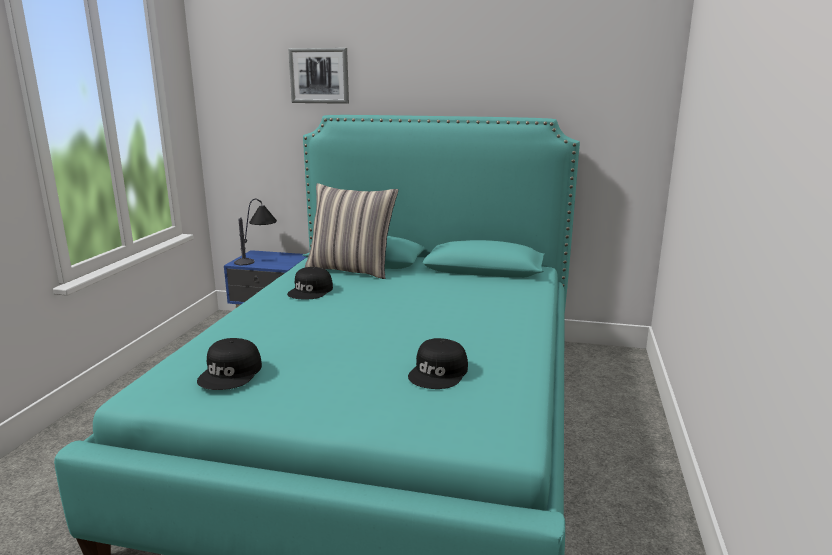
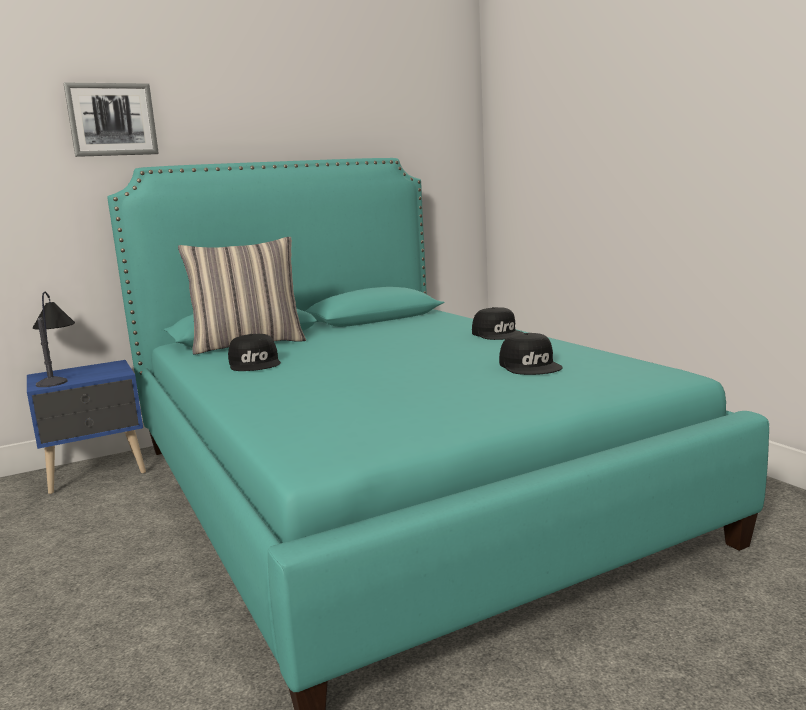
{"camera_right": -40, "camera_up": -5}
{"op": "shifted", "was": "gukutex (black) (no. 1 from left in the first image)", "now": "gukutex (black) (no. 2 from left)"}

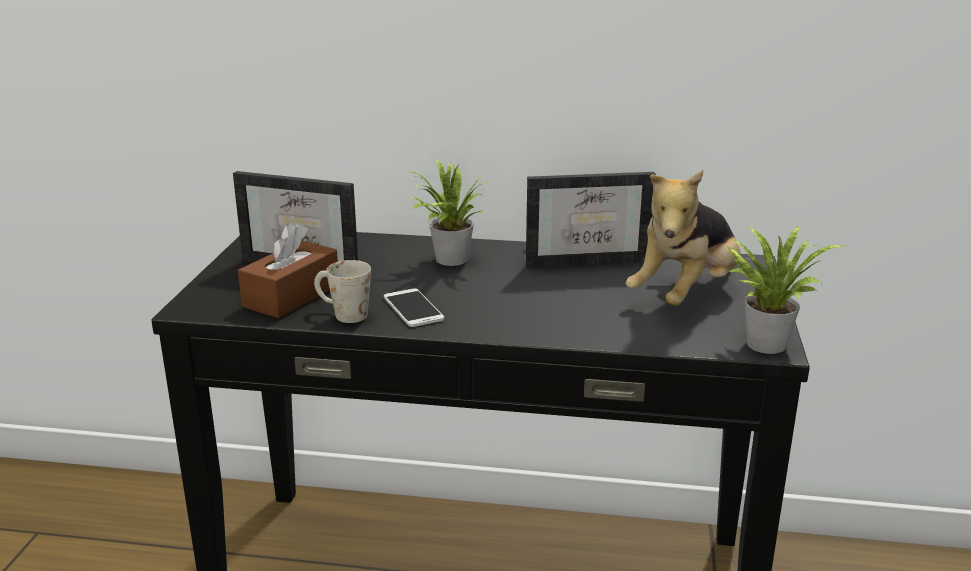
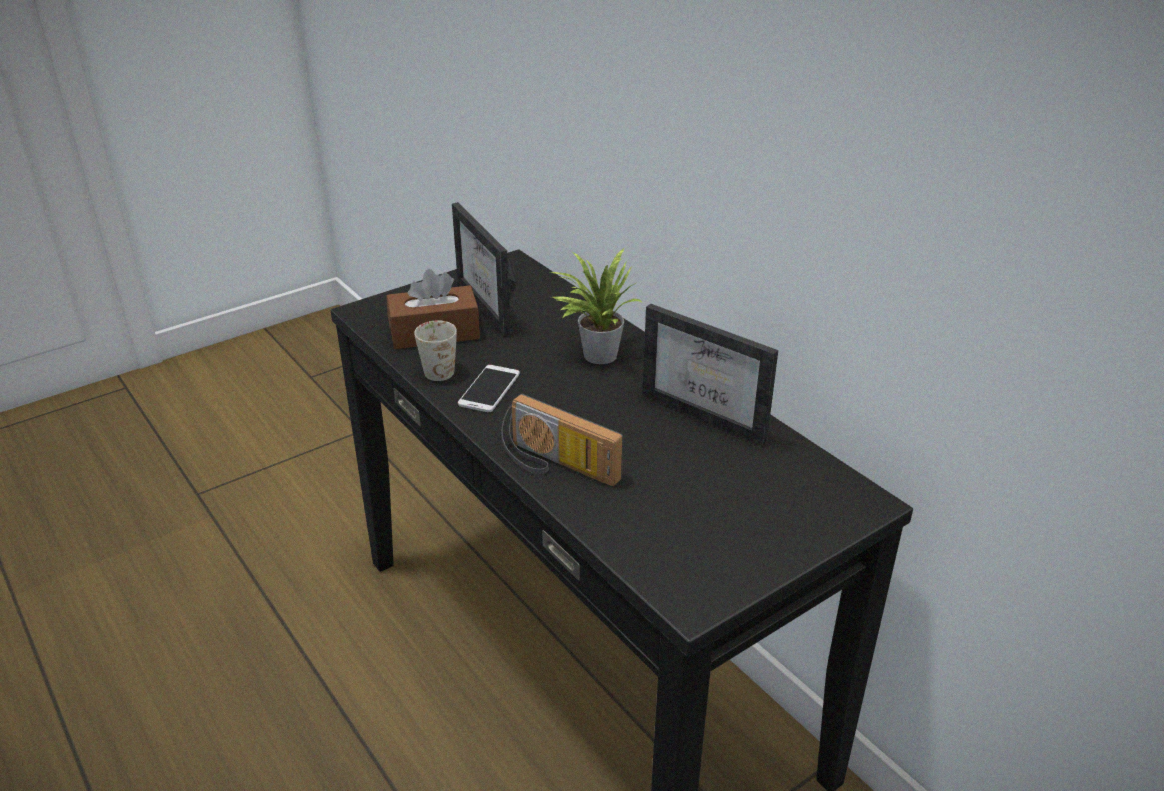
{"camera_right": 45, "camera_up": 10}
{"op": "gone", "was": "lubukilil"}
{"op": "gone", "was": "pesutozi (no. 2 from left)"}
{"op": "new", "now": "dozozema"}

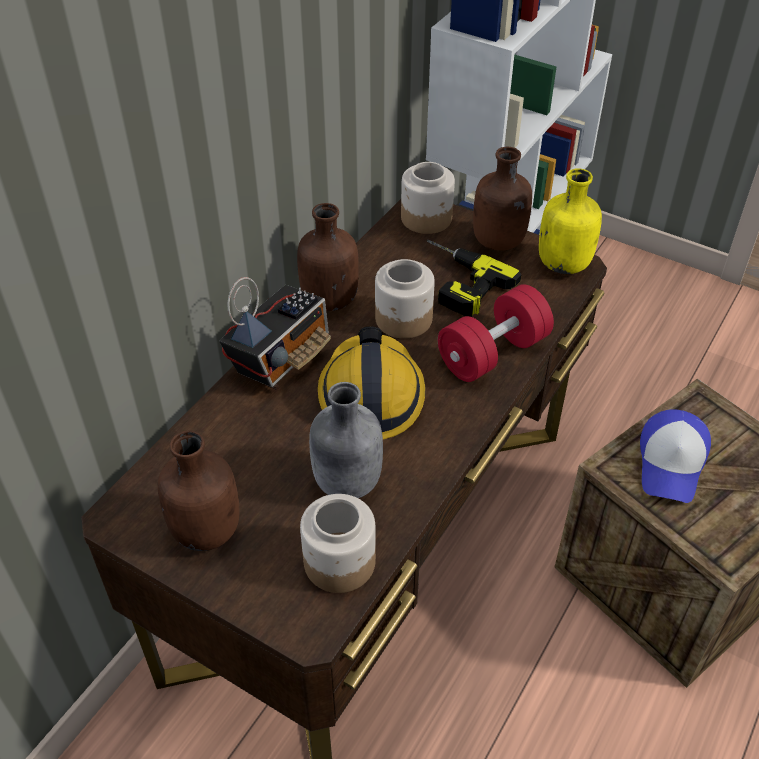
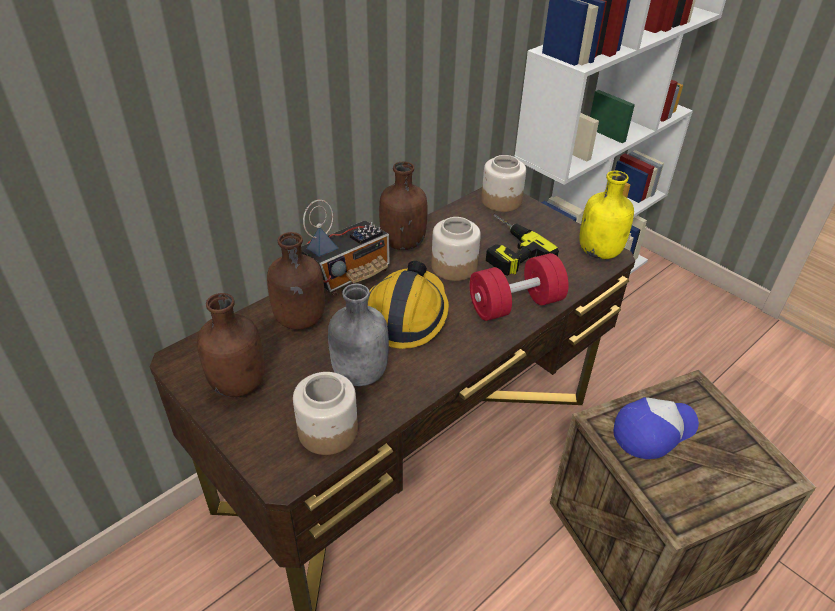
{"camera_right": 15, "camera_up": -5}
{"op": "shifted", "was": "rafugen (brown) (no. 3 from left in the first image)", "now": "rafugen (brown) (no. 2 from left)"}
{"op": "rotated", "was": "gukutex", "clockwise": -150}

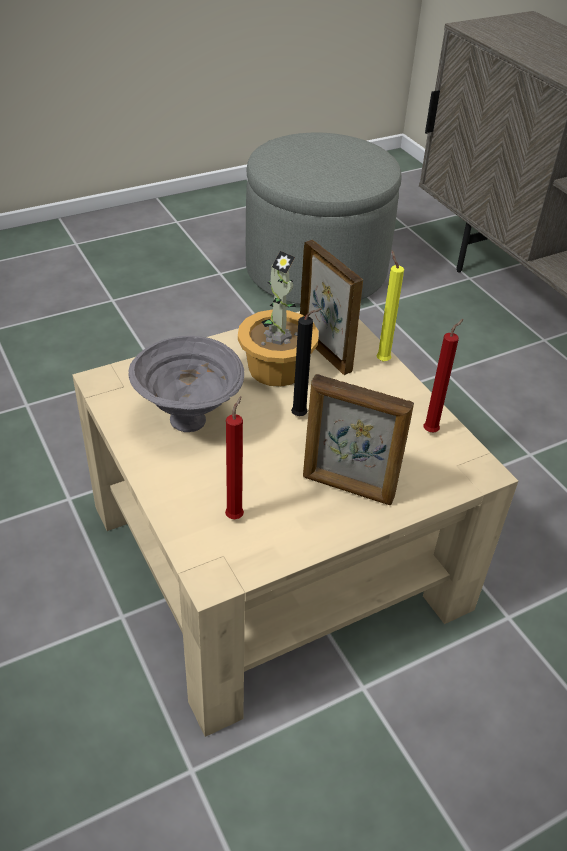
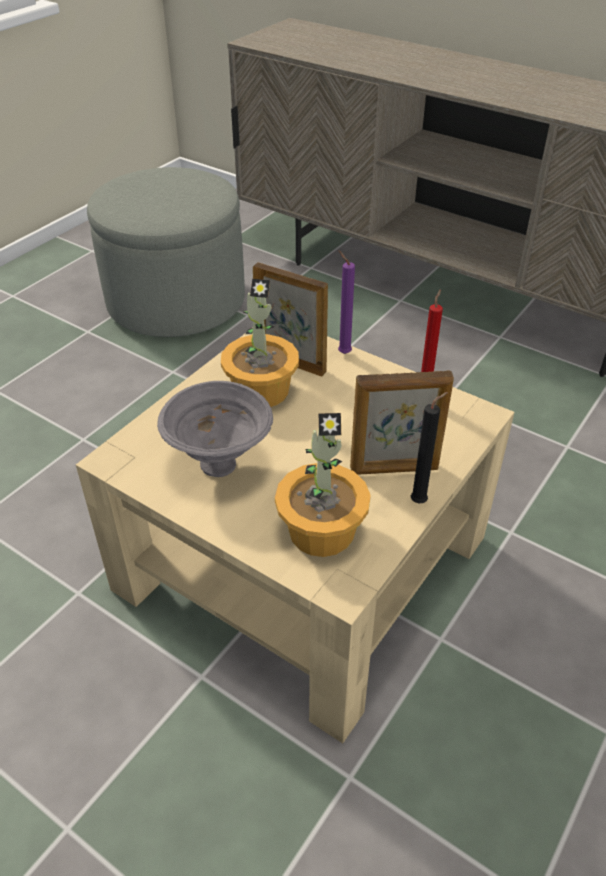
{"camera_right": -25, "camera_up": 0}
{"op": "swapped", "was": "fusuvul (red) (no. 1 from left)", "now": "pesutozi (no. 2 from left)"}
{"op": "shifted", "was": "fusuvul (black)"}
{"op": "repainted", "was": "fusuvul (yellow)", "now": "fusuvul (purple)"}

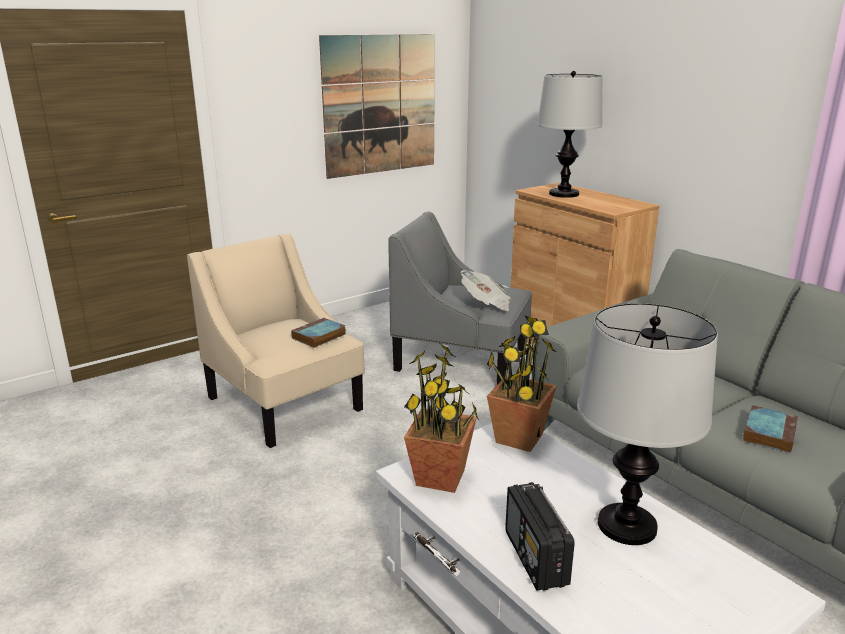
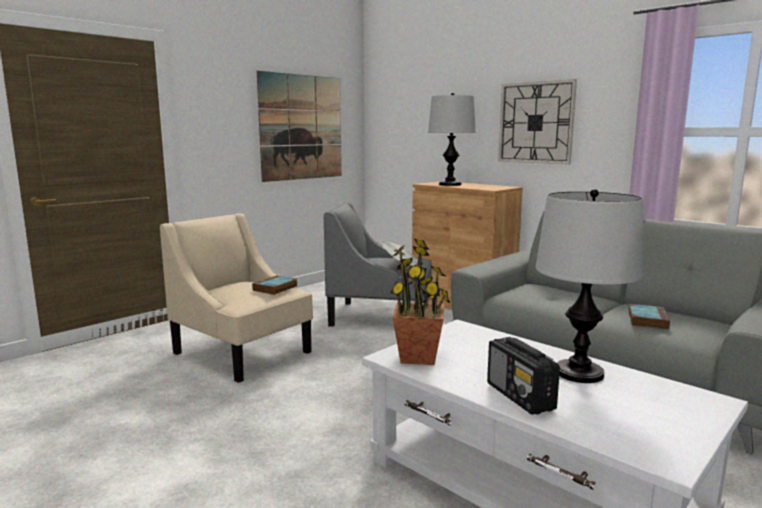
{"camera_right": -10, "camera_up": -10}
{"op": "gone", "was": "pesutozi (no. 2 from left)"}
{"op": "new", "now": "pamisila"}

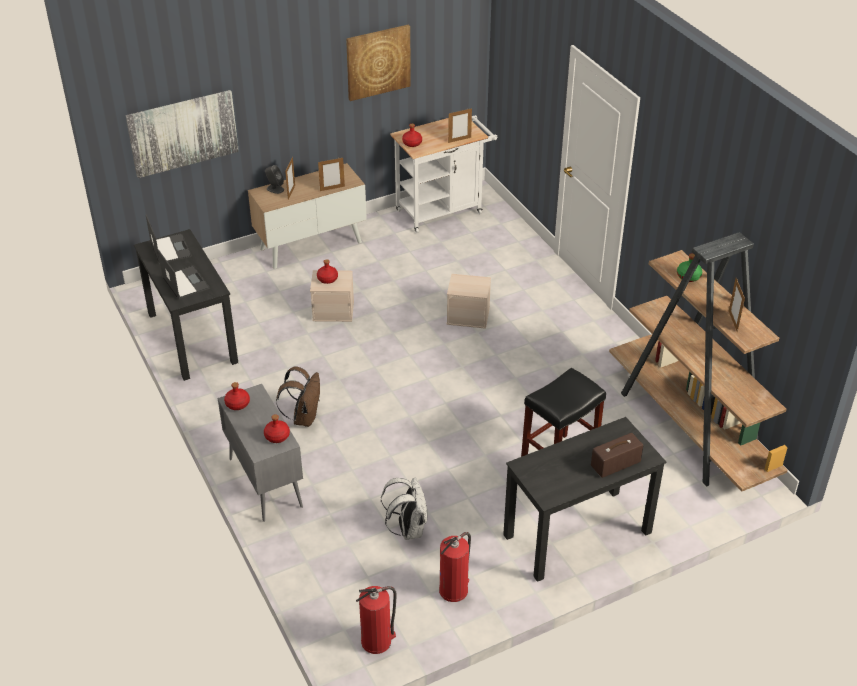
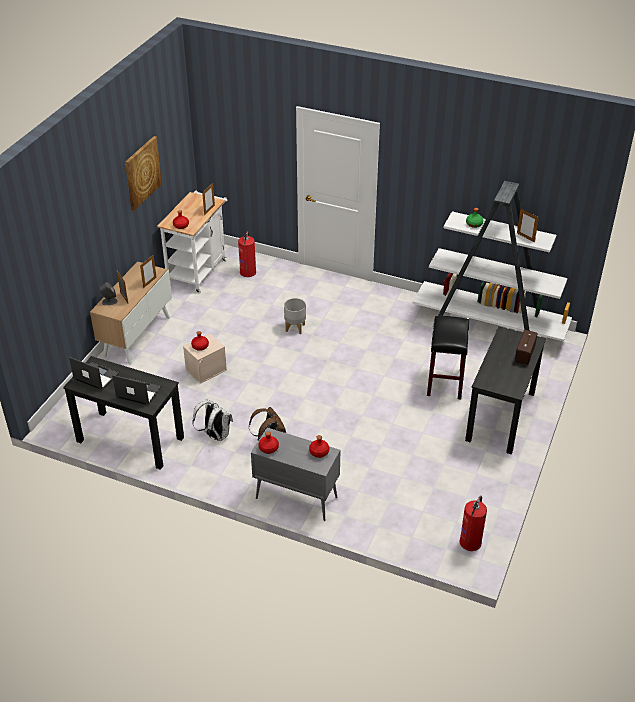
{"camera_right": -40, "camera_up": 0}
{"op": "gone", "was": "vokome (no. 1 from left)"}
{"op": "shifted", "was": "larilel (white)"}
{"op": "shifted", "was": "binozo (no. 2 from left in the first image)", "now": "binozo (no. 1 from left)"}
{"op": "swapped", "was": "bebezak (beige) (no. 2 from left)", "now": "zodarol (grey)"}
{"op": "repainted", "was": "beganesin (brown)", "now": "beganesin (white)"}

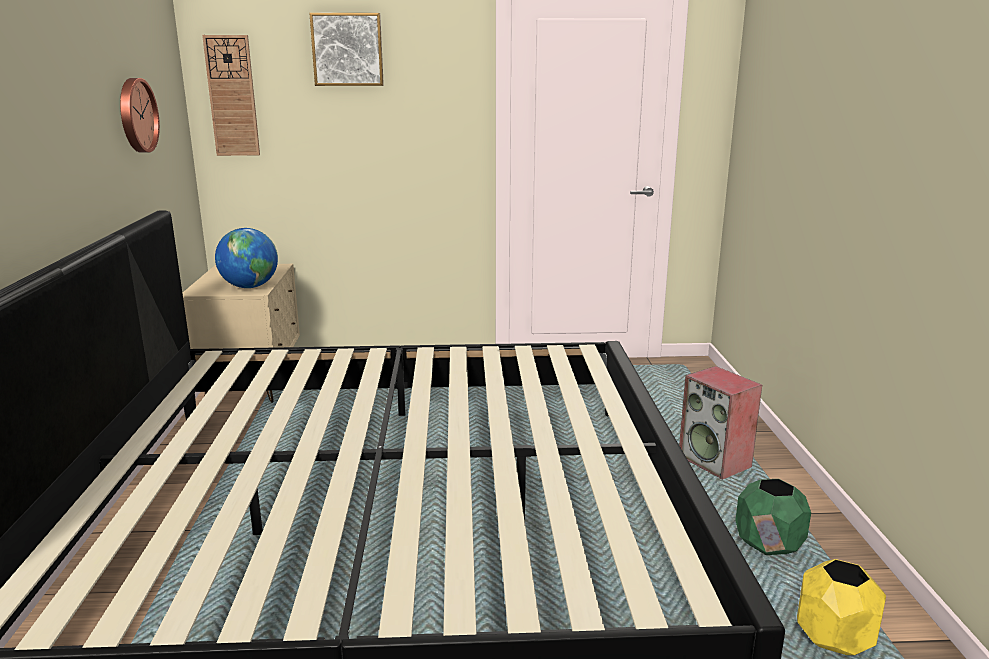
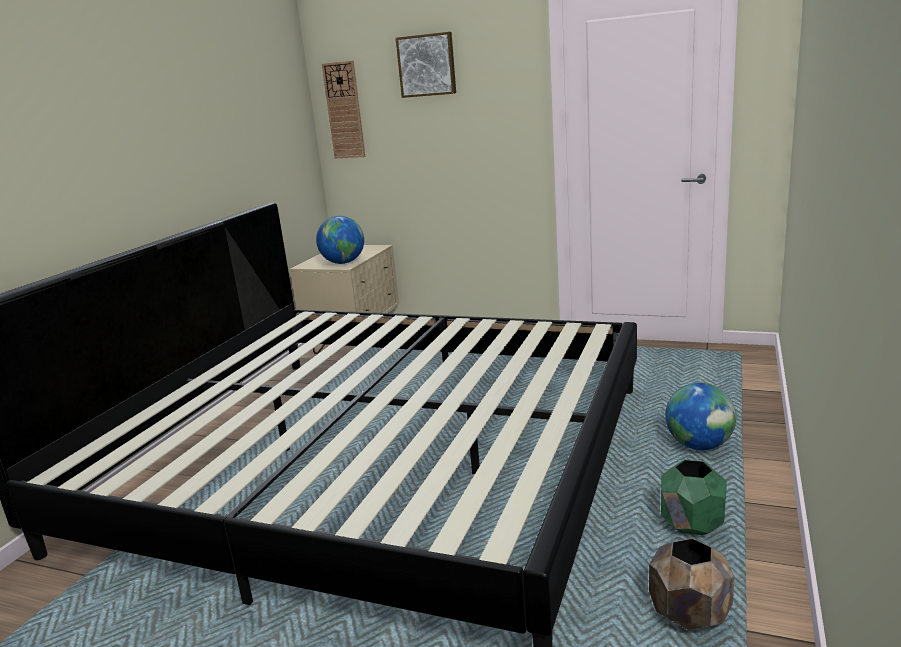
{"camera_right": 25, "camera_up": 0}
{"op": "gone", "was": "pamisila (no. 1 from left)"}
{"op": "swapped", "was": "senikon", "now": "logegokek (no. 2 from left)"}
{"op": "repainted", "was": "zodarol (yellow)", "now": "zodarol (brown)"}

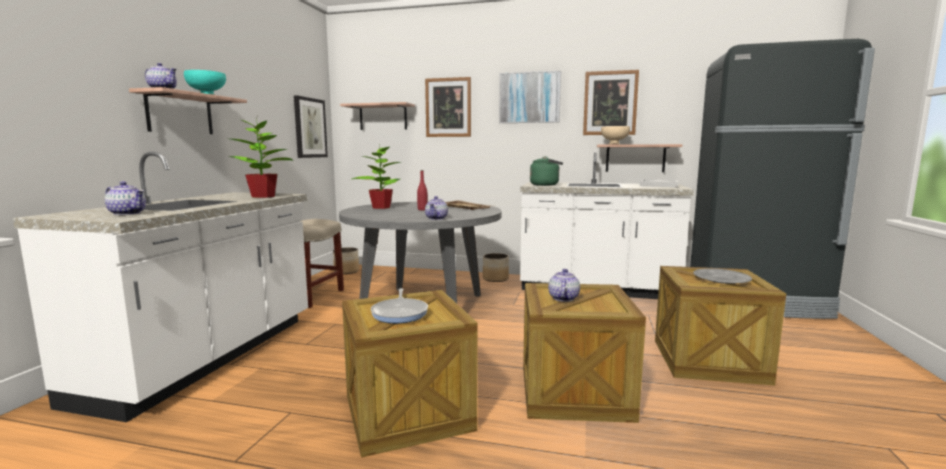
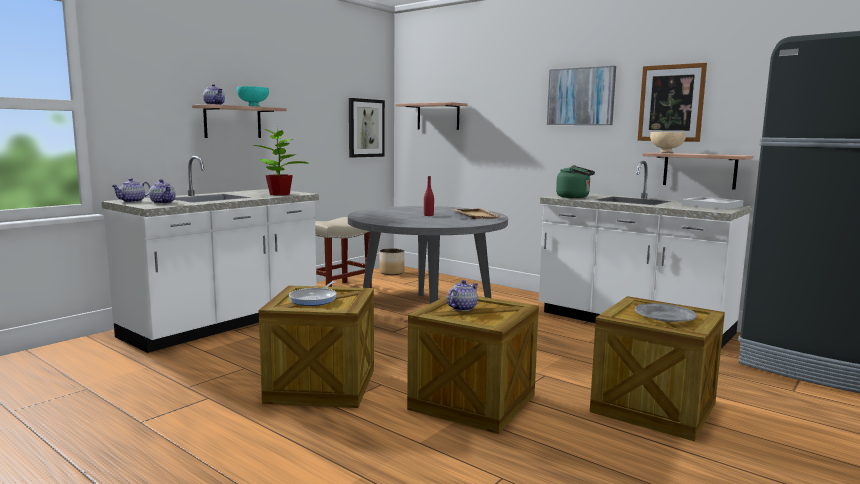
{"camera_right": 25, "camera_up": 0}
{"op": "gone", "was": "pesutozi (no. 2 from left)"}
{"op": "gone", "was": "vokome (no. 2 from left)"}
{"op": "shifted", "was": "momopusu (no. 3 from left in the first image)", "now": "momopusu (no. 1 from left)"}
{"op": "gone", "was": "zodarol (no. 2 from left)"}

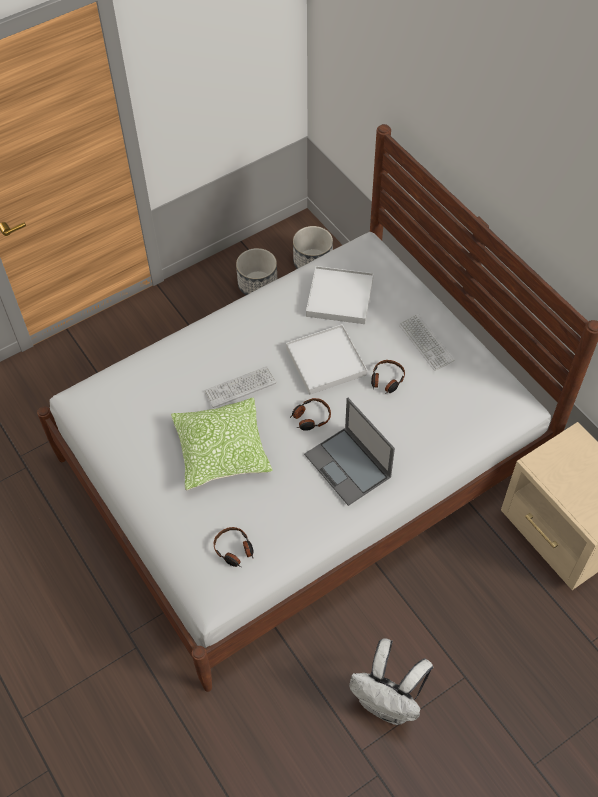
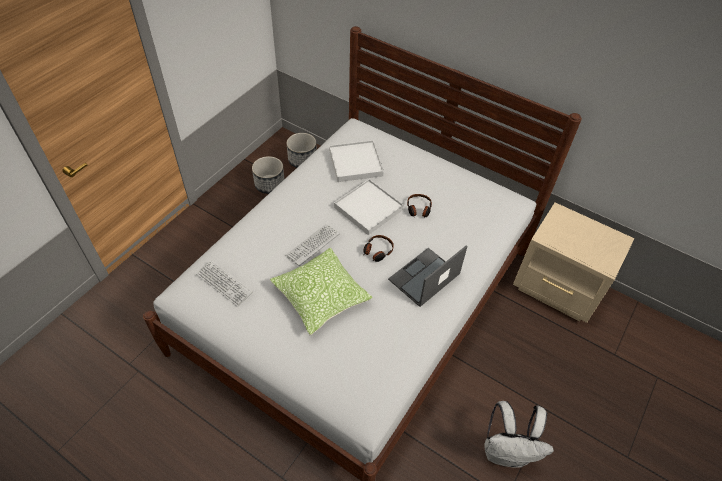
{"camera_right": -25, "camera_up": -5}
{"op": "gone", "was": "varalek (no. 1 from left)"}
{"op": "rotated", "was": "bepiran", "clockwise": 105}
{"op": "shifted", "was": "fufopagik (no. 2 from left in the first image)", "now": "fufopagik (no. 1 from left)"}

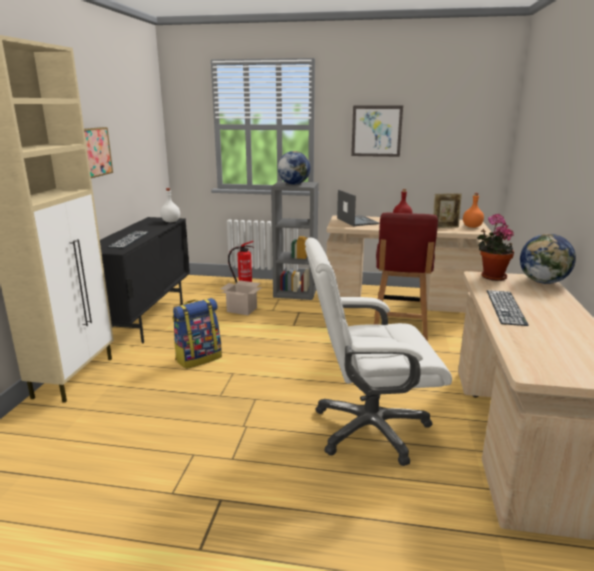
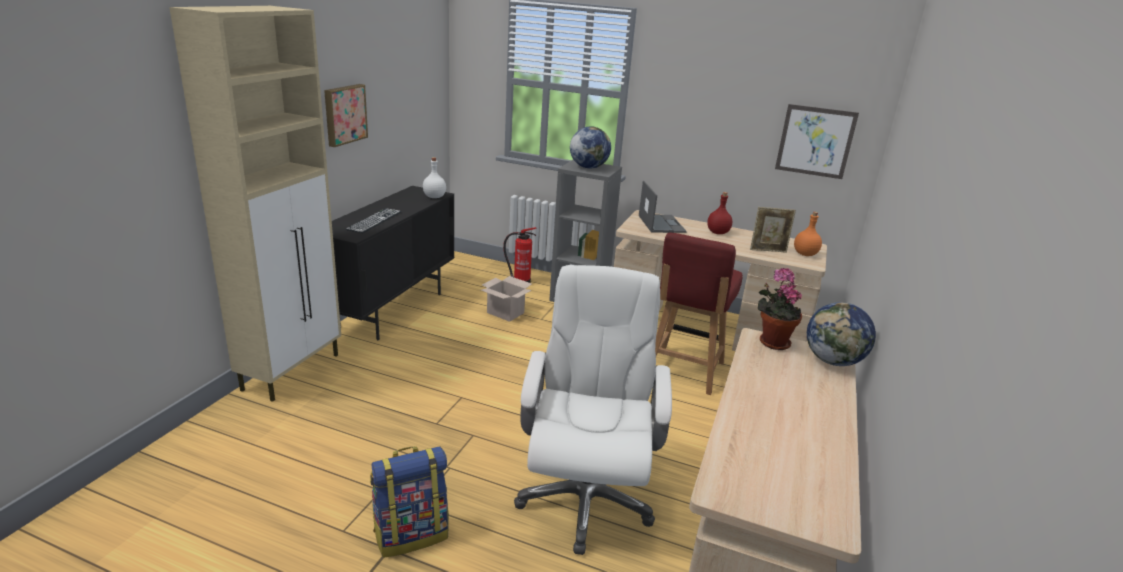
{"camera_right": 10, "camera_up": 5}
{"op": "shifted", "was": "larilel"}
{"op": "rotated", "was": "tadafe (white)", "clockwise": 90}
{"op": "shifted", "was": "vokome (no. 2 from left)"}
{"op": "gone", "was": "fufopagik (no. 2 from left)"}

